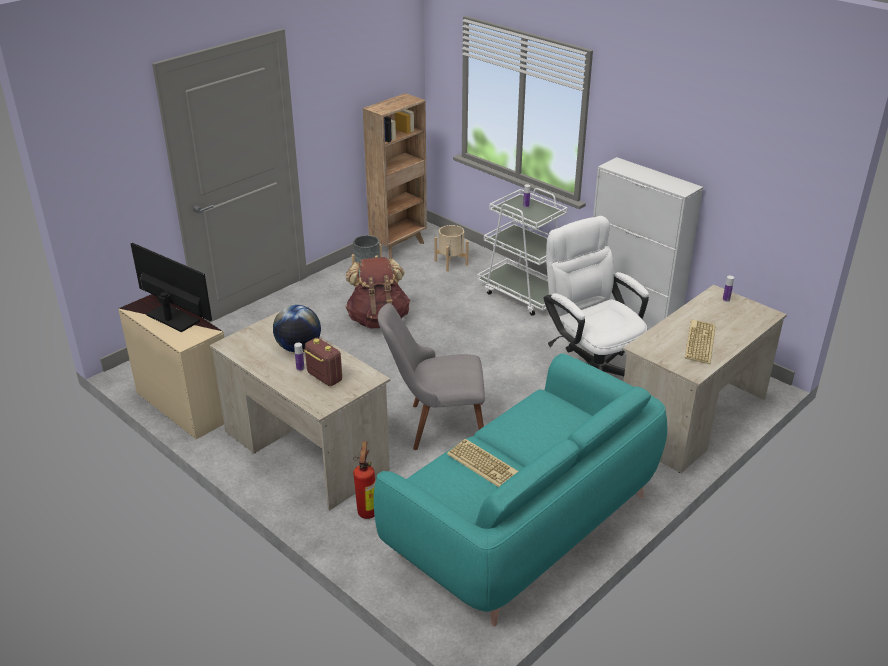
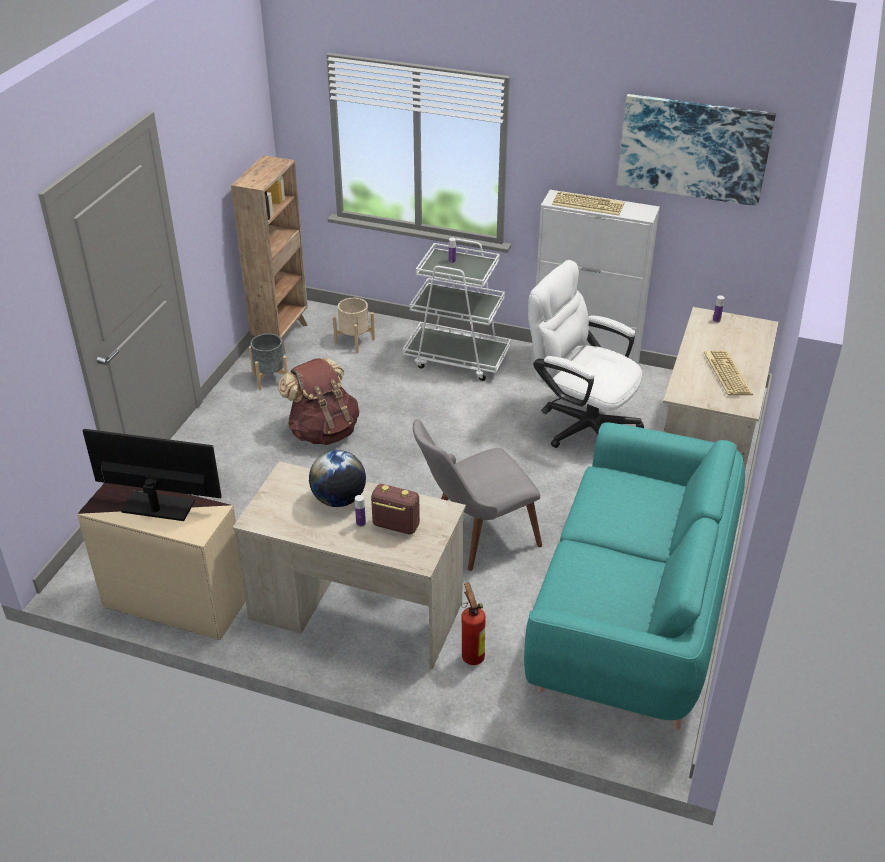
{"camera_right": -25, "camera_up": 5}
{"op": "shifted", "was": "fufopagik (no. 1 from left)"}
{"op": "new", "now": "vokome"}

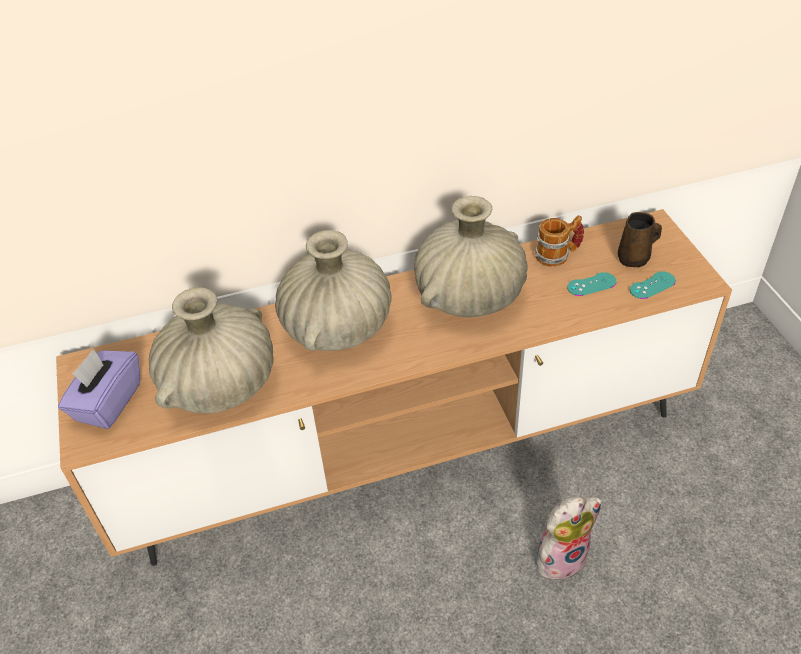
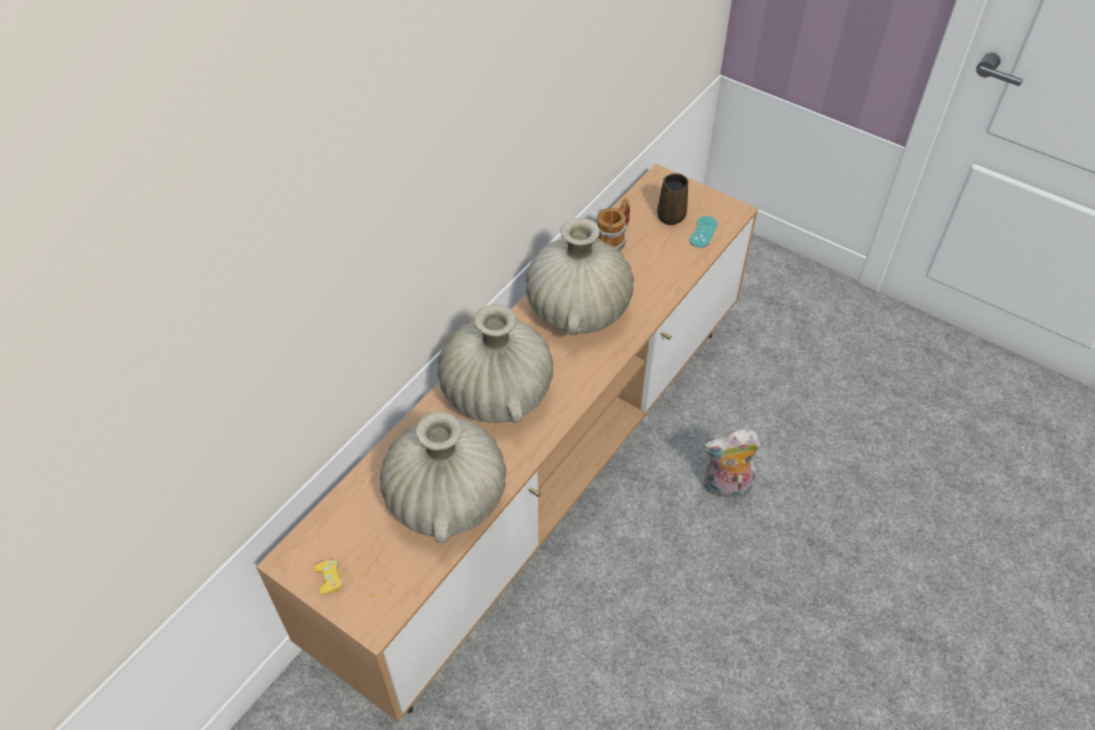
{"camera_right": -40, "camera_up": 5}
{"op": "swapped", "was": "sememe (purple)", "now": "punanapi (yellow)"}
{"op": "rotated", "was": "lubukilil", "clockwise": -120}
{"op": "gone", "was": "punanapi (turquoise) (no. 1 from left)"}

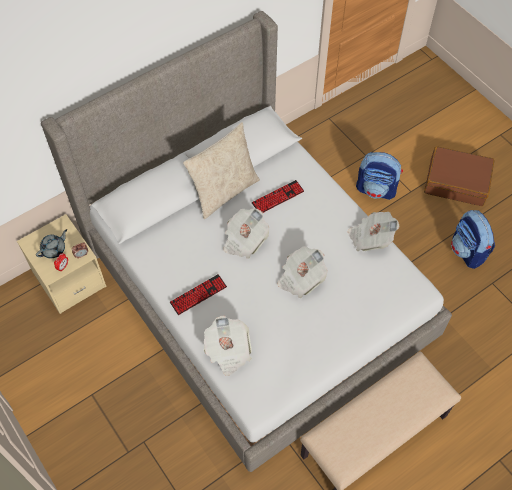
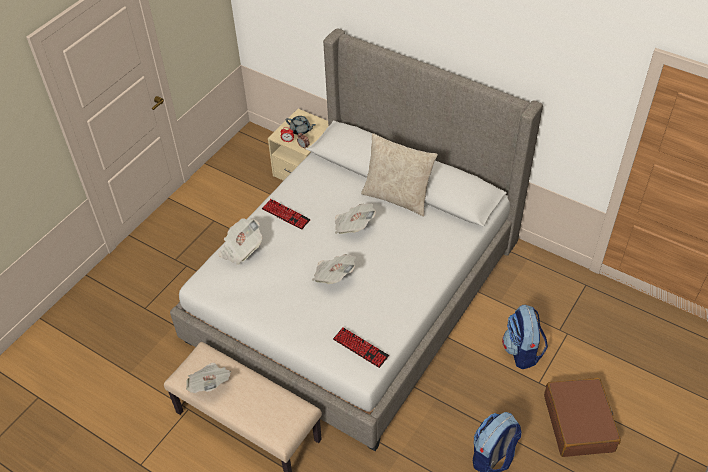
{"camera_right": 70, "camera_up": -10}
{"op": "shifted", "was": "fufopagik (no. 2 from left)"}
{"op": "shifted", "was": "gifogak (no. 4 from left in the first image)", "now": "gifogak (no. 1 from left)"}

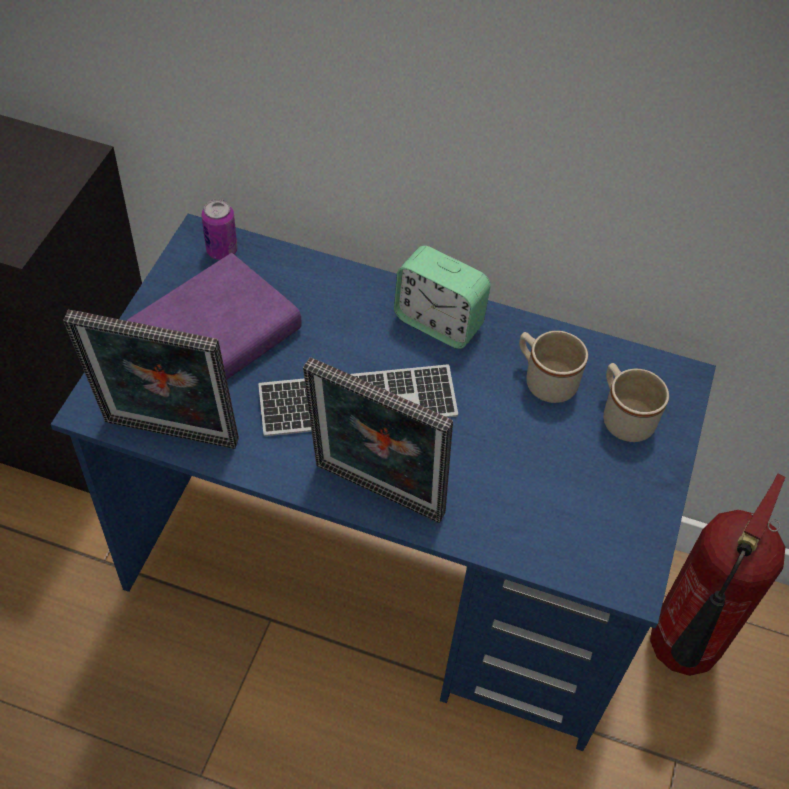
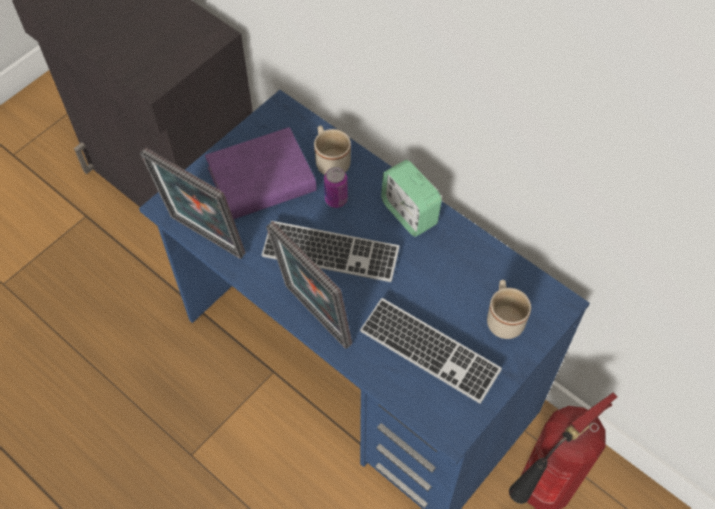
{"camera_right": 25, "camera_up": 5}
{"op": "shifted", "was": "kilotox"}
{"op": "shifted", "was": "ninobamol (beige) (no. 1 from left)"}
{"op": "new", "now": "fufopagik (no. 2 from left)"}

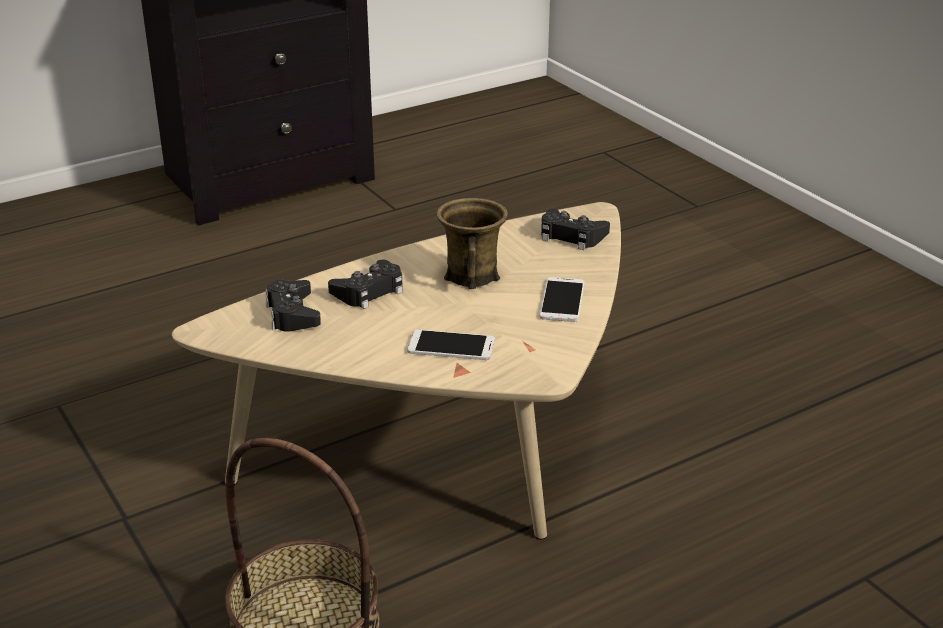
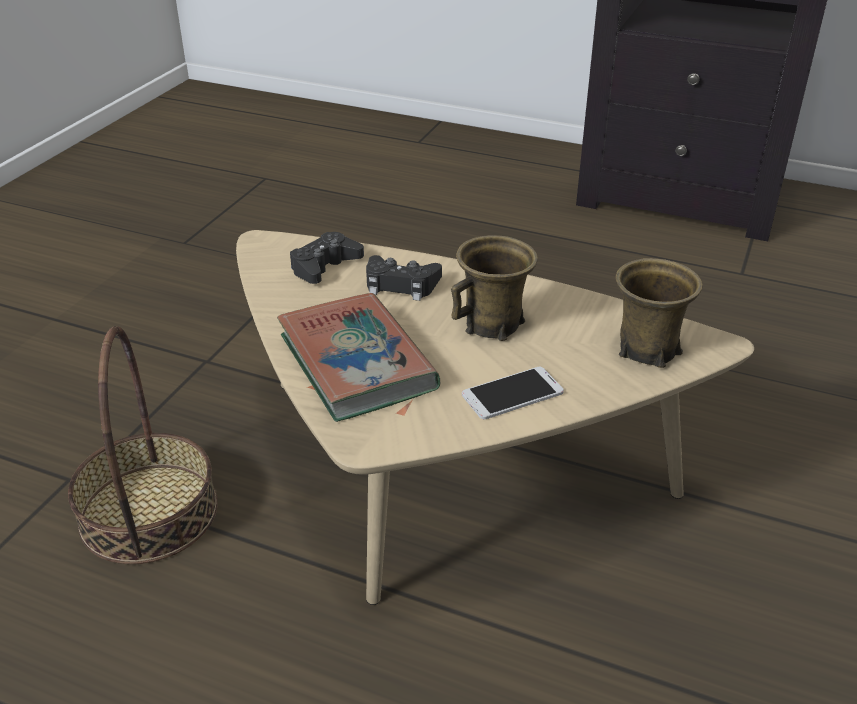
{"camera_right": 55, "camera_up": 5}
{"op": "swapped", "was": "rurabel (no. 1 from left)", "now": "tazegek"}
{"op": "swapped", "was": "punanapi (black) (no. 3 from left)", "now": "ninobamol (brown) (no. 2 from left)"}

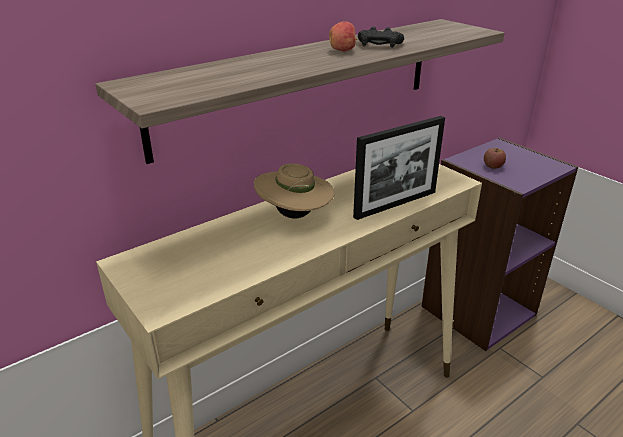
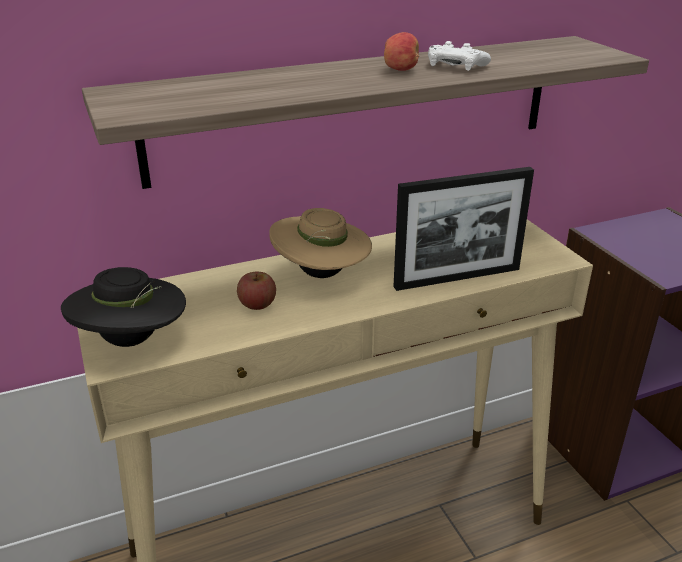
{"camera_right": 15, "camera_up": 0}
{"op": "repainted", "was": "punanapi (black)", "now": "punanapi (white)"}
{"op": "shifted", "was": "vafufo (no. 2 from left in the first image)", "now": "vafufo (no. 1 from left)"}
{"op": "new", "now": "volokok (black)"}

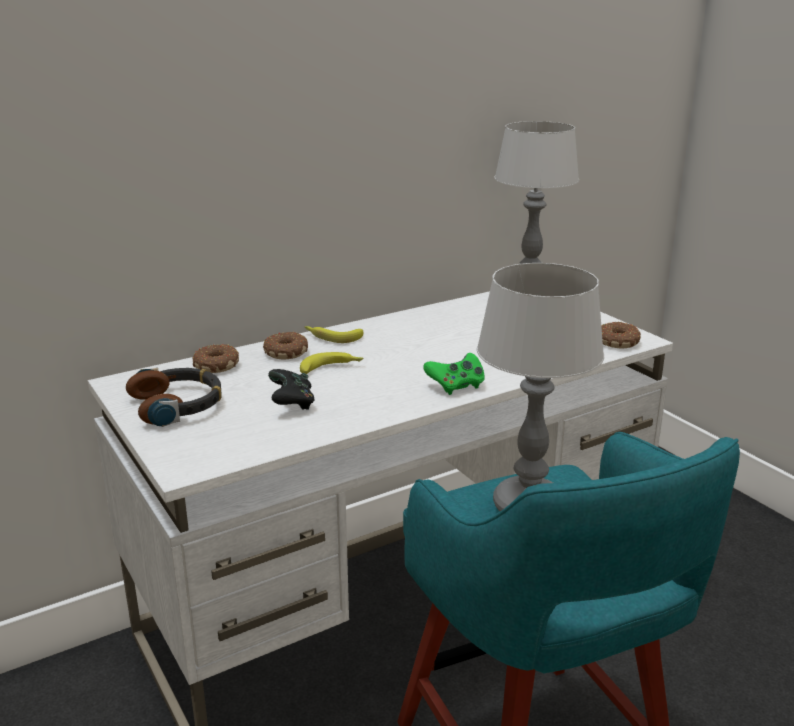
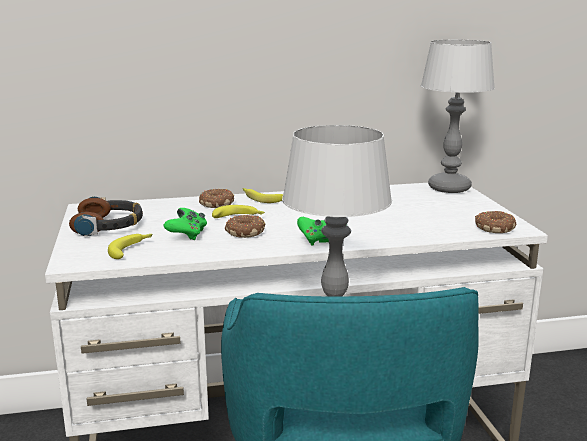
{"camera_right": 20, "camera_up": -5}
{"op": "shifted", "was": "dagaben (no. 1 from left in the first image)", "now": "dagaben (no. 2 from left)"}
{"op": "repainted", "was": "punanapi (black)", "now": "punanapi (green) (no. 1 from left)"}
{"op": "new", "now": "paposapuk (no. 1 from left)"}

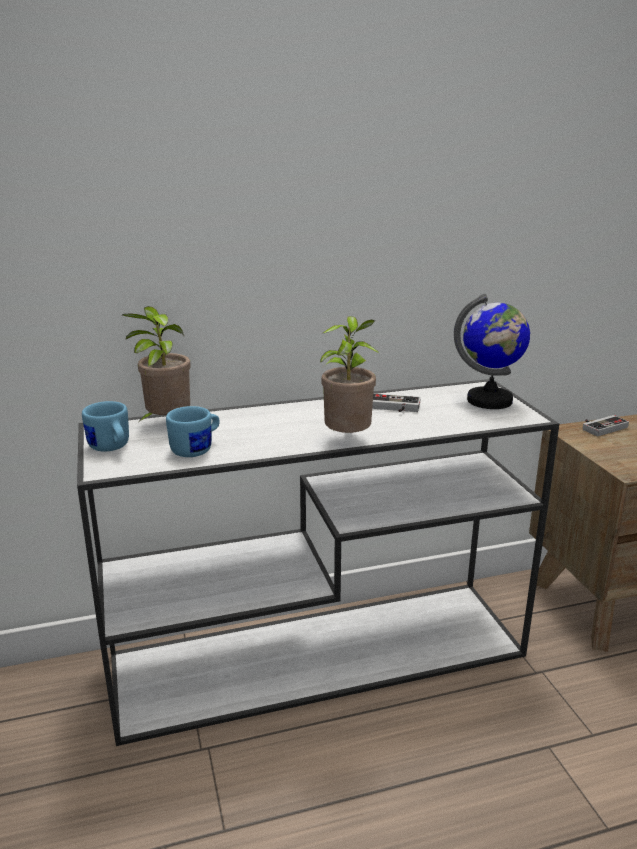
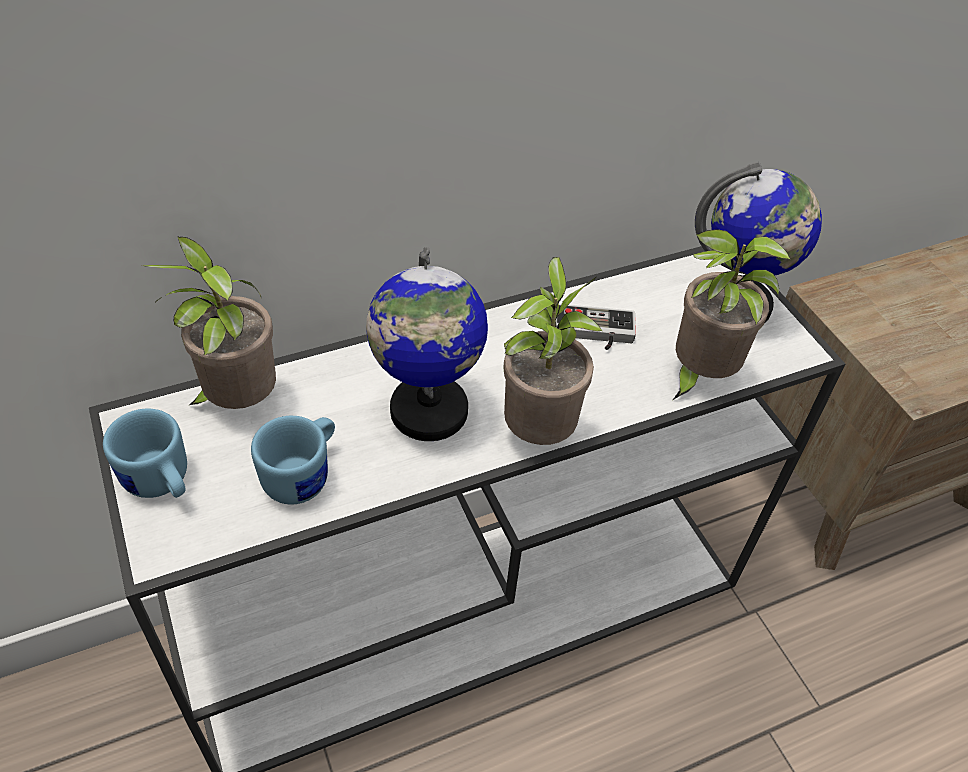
{"camera_right": -10, "camera_up": 25}
{"op": "gone", "was": "punanapi (no. 2 from left)"}
{"op": "new", "now": "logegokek (no. 1 from left)"}
{"op": "new", "now": "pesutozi (no. 3 from left)"}

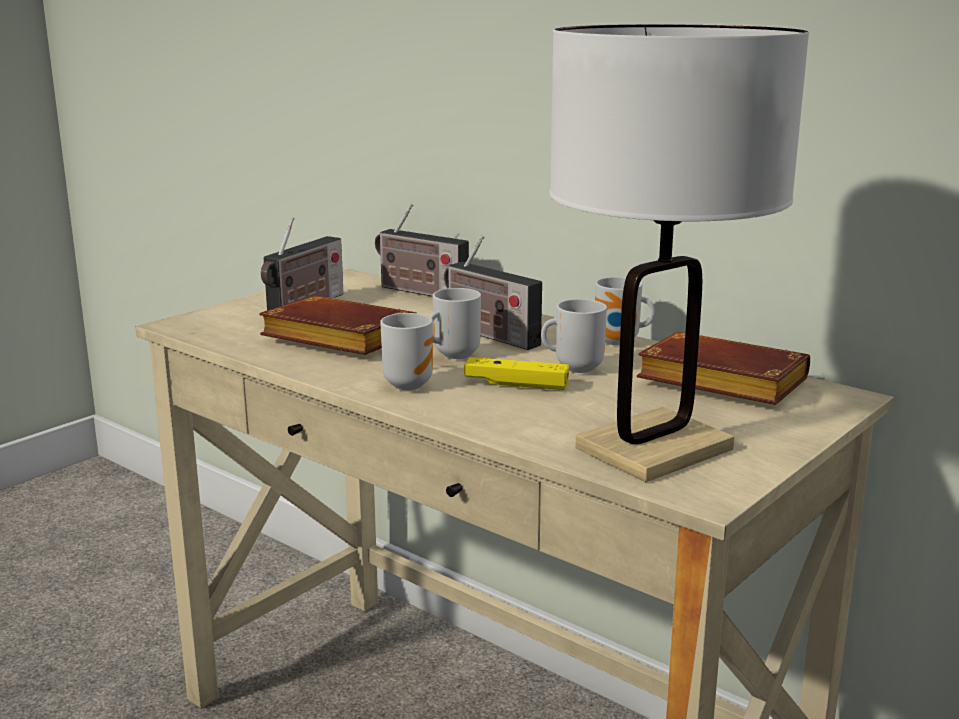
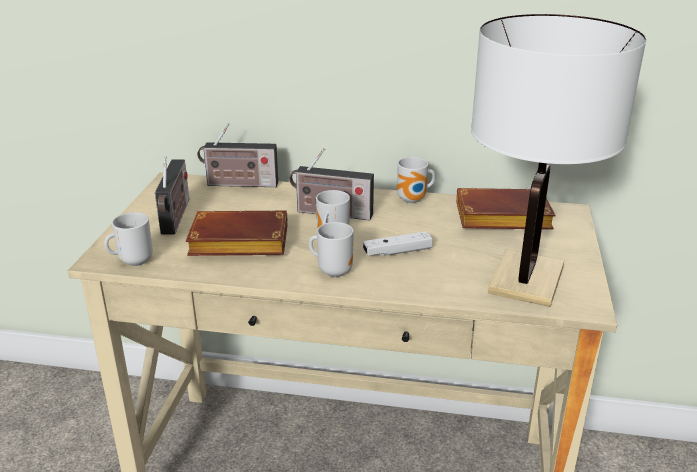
{"camera_right": -30, "camera_up": 10}
{"op": "repainted", "was": "punanapi (yellow)", "now": "punanapi (white)"}
{"op": "shifted", "was": "ninobamol (no. 3 from left in the first image)", "now": "ninobamol (no. 1 from left)"}

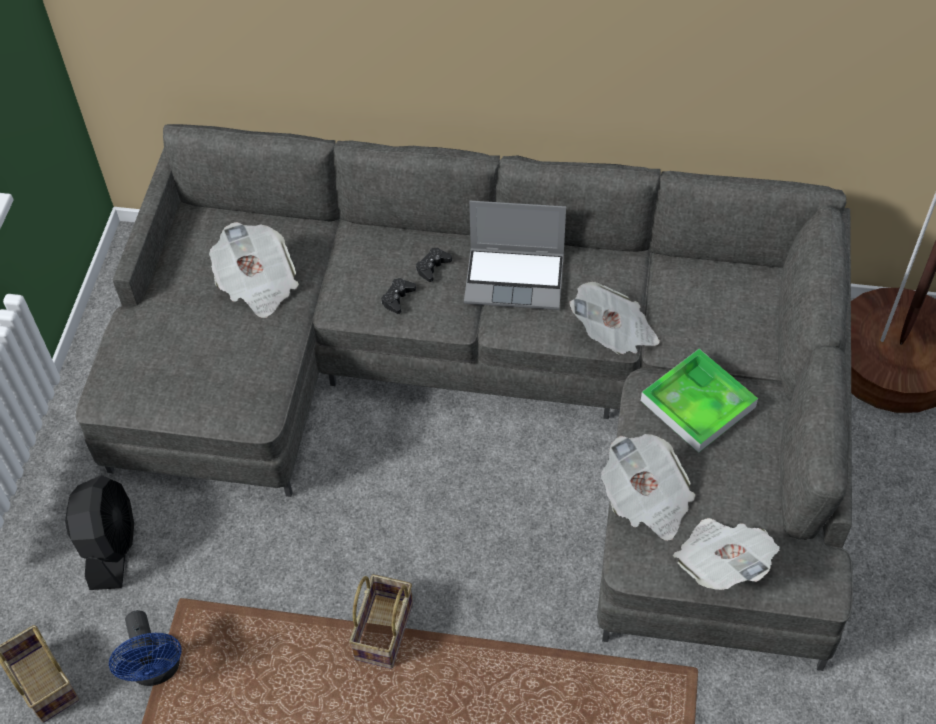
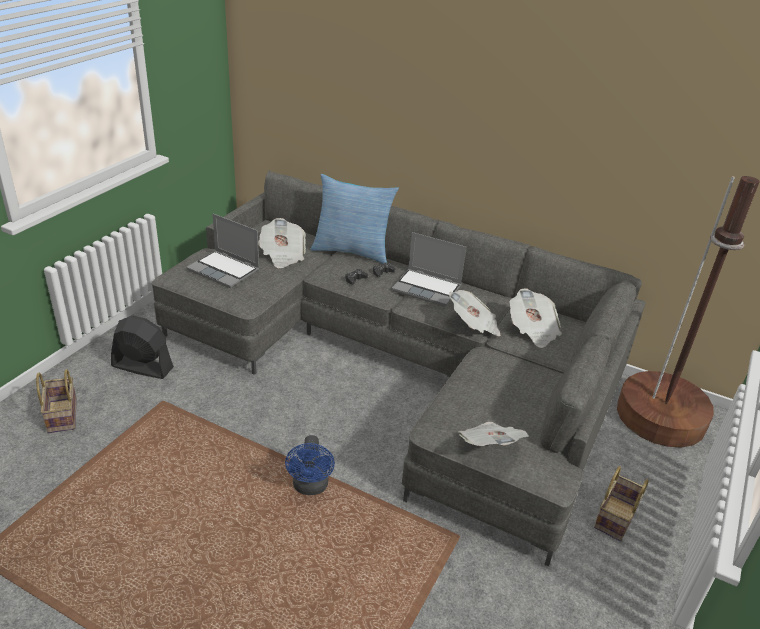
{"camera_right": 15, "camera_up": -20}
{"op": "rotated", "was": "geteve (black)", "clockwise": -90}
{"op": "shifted", "was": "geteve (blue)"}
{"op": "shifted", "was": "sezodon (no. 2 from left)"}
{"op": "shifted", "was": "gifogak (no. 3 from left in the first image)", "now": "gifogak (no. 4 from left)"}
{"op": "gone", "was": "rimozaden"}
{"op": "new", "now": "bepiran (no. 1 from left)"}
{"op": "new", "now": "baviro"}

